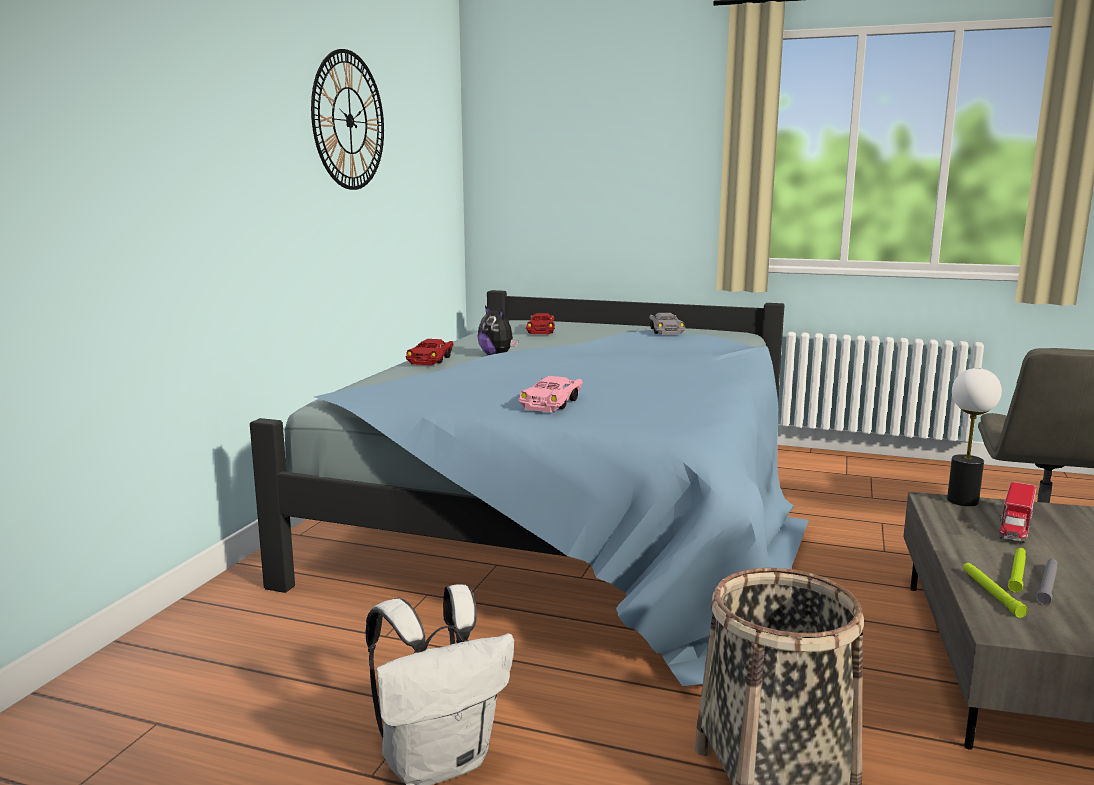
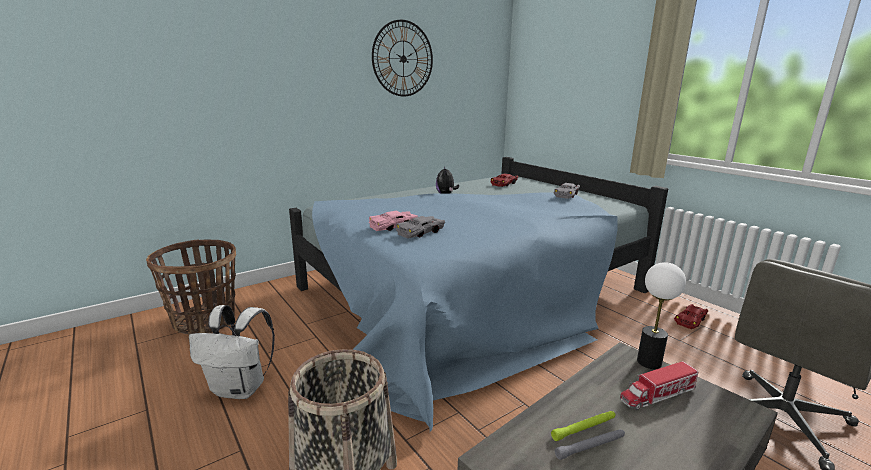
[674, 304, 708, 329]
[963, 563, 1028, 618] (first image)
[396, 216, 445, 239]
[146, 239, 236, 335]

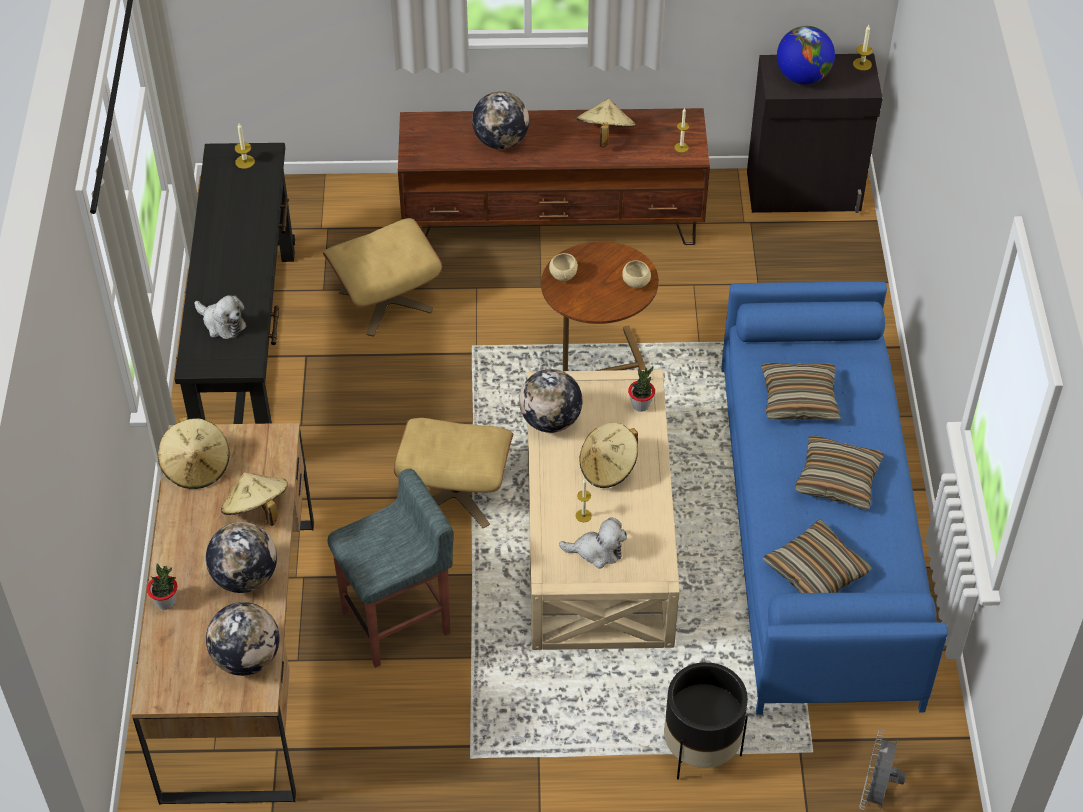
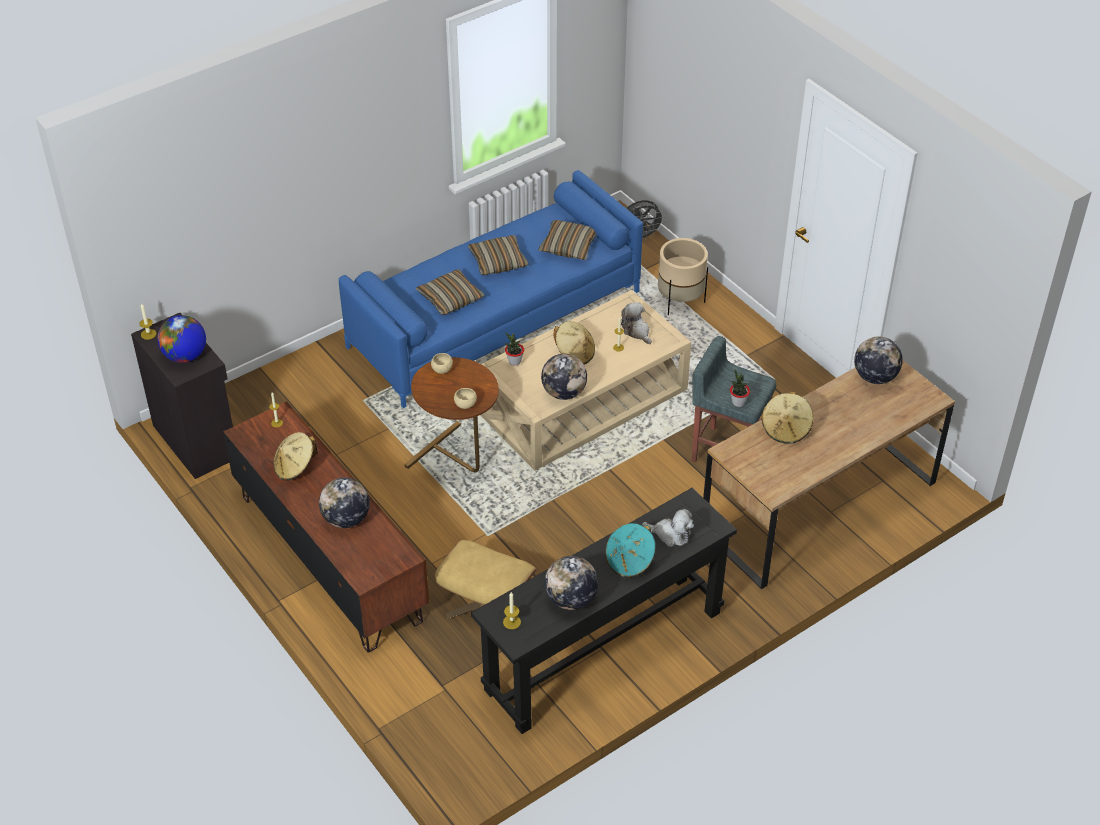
[642, 509, 694, 547]
[158, 417, 230, 489] (first image)
[394, 418, 513, 528] (first image)
[545, 556, 598, 610]
[730, 370, 750, 407]
[658, 238, 708, 315]
[605, 523, 656, 578]

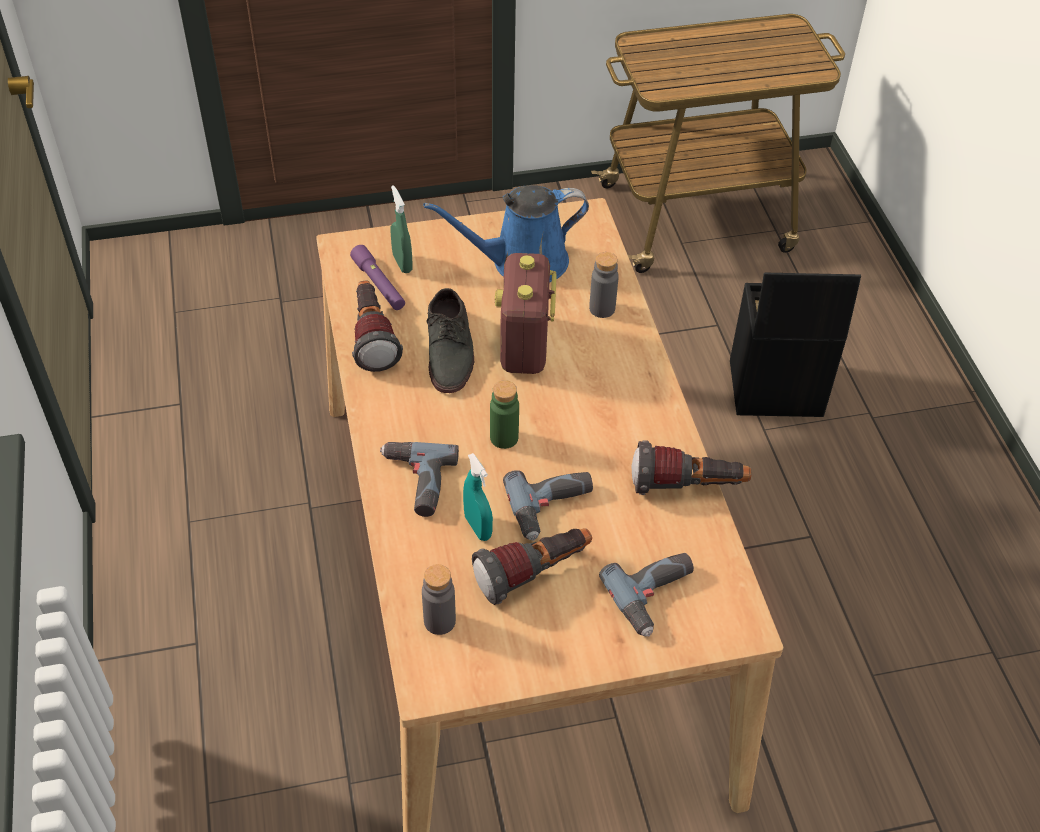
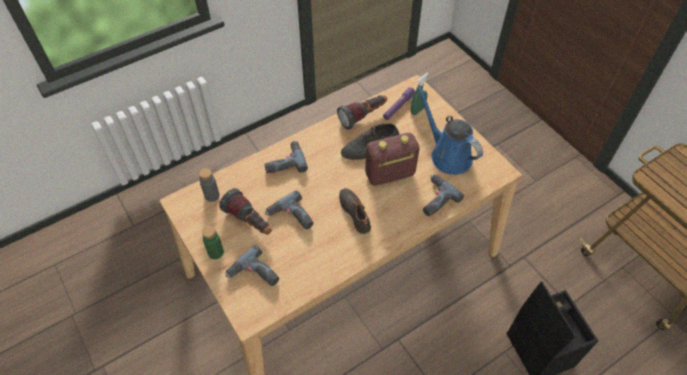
[423, 174, 464, 216]
[202, 226, 224, 259]
[632, 440, 752, 495] (first image)
[463, 453, 493, 541] (first image)
[339, 188, 371, 234]

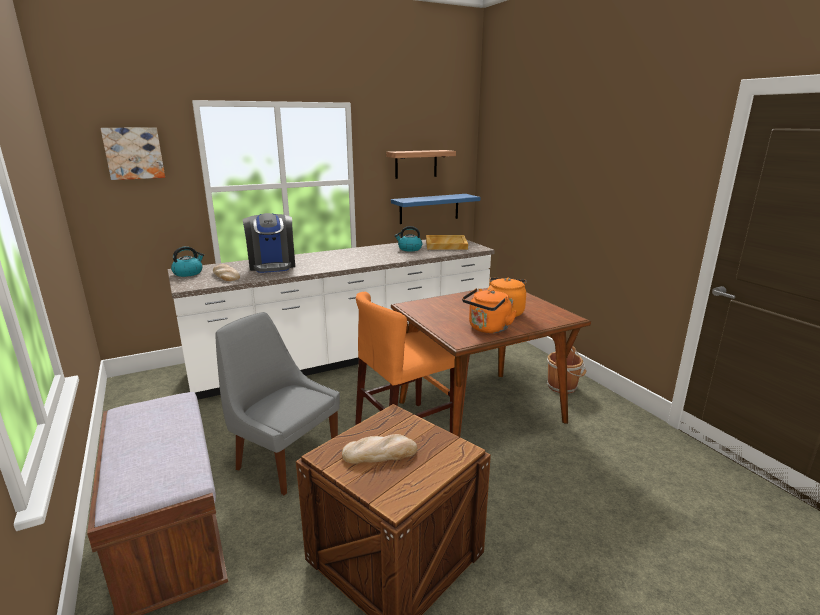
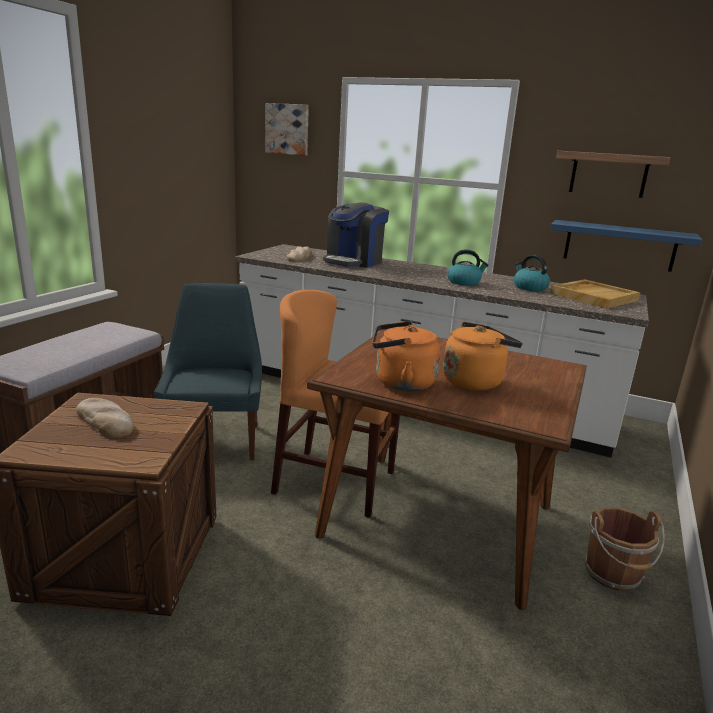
[447, 249, 489, 285]
[154, 283, 262, 460]

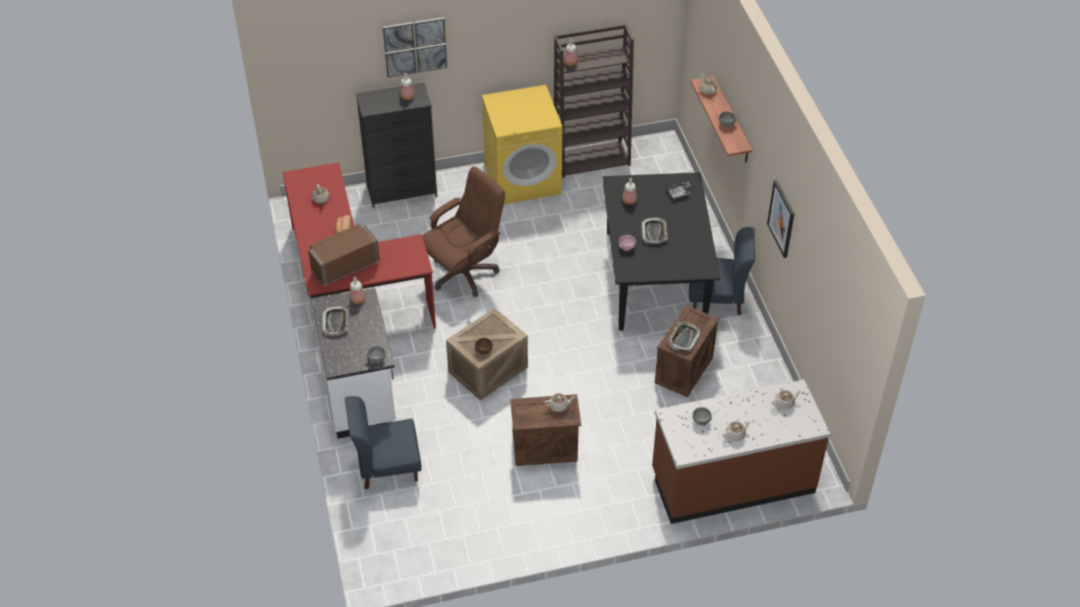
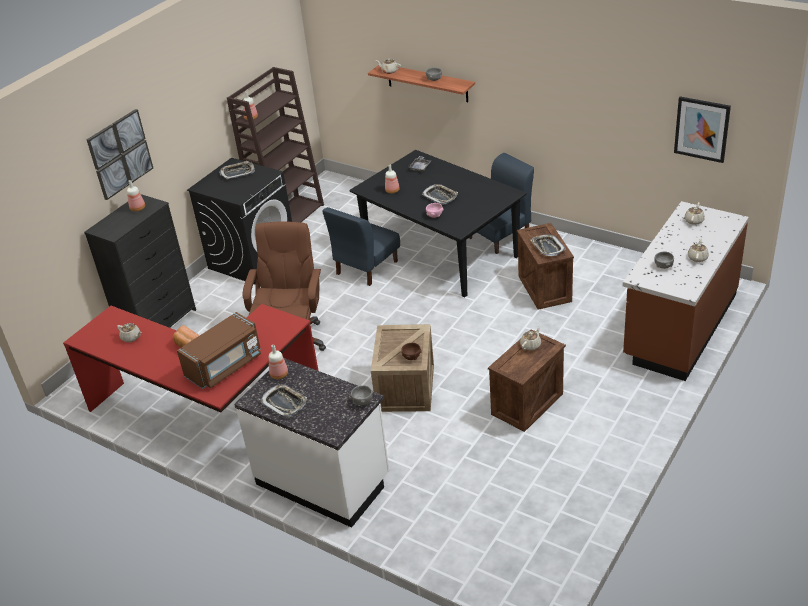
[187, 158, 292, 285]
[674, 97, 731, 163]
[177, 312, 261, 389]
[323, 207, 400, 286]
[219, 161, 255, 179]

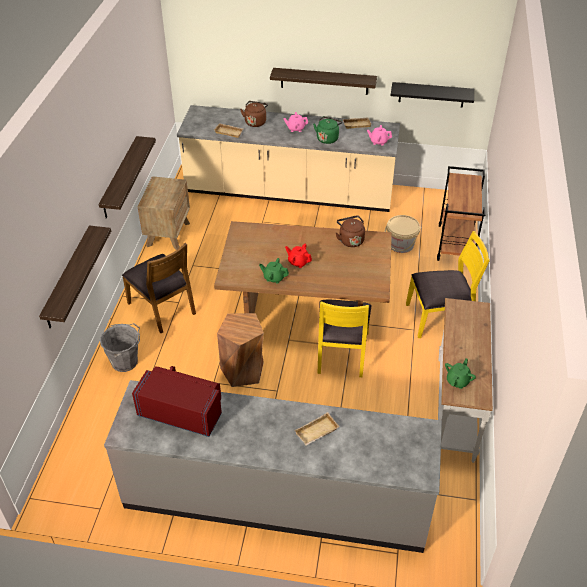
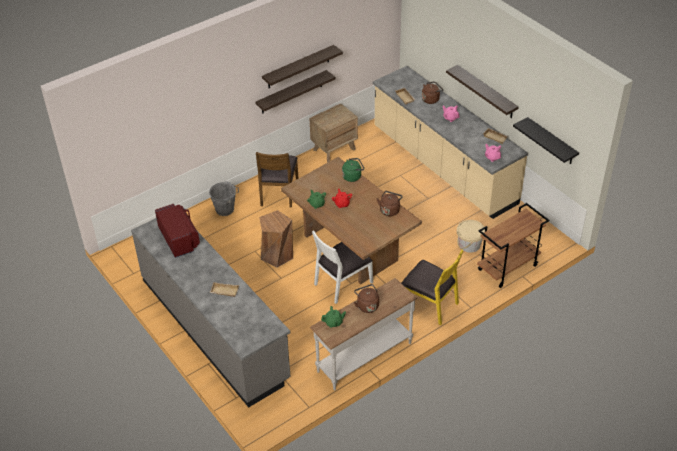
[342, 158, 364, 182]
[262, 45, 343, 88]
[312, 230, 373, 304]
[354, 284, 379, 313]

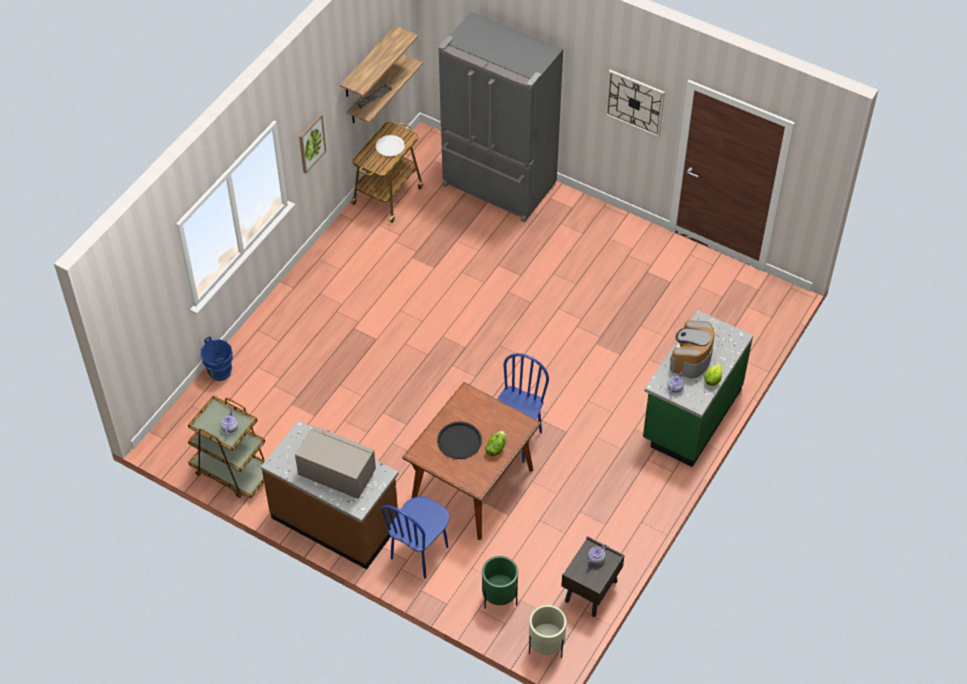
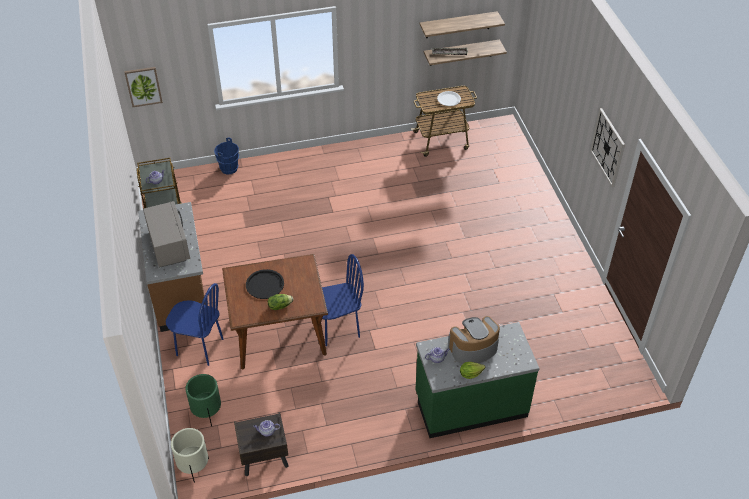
[438, 11, 563, 222] (first image)
[124, 67, 163, 107]
[166, 283, 223, 366]

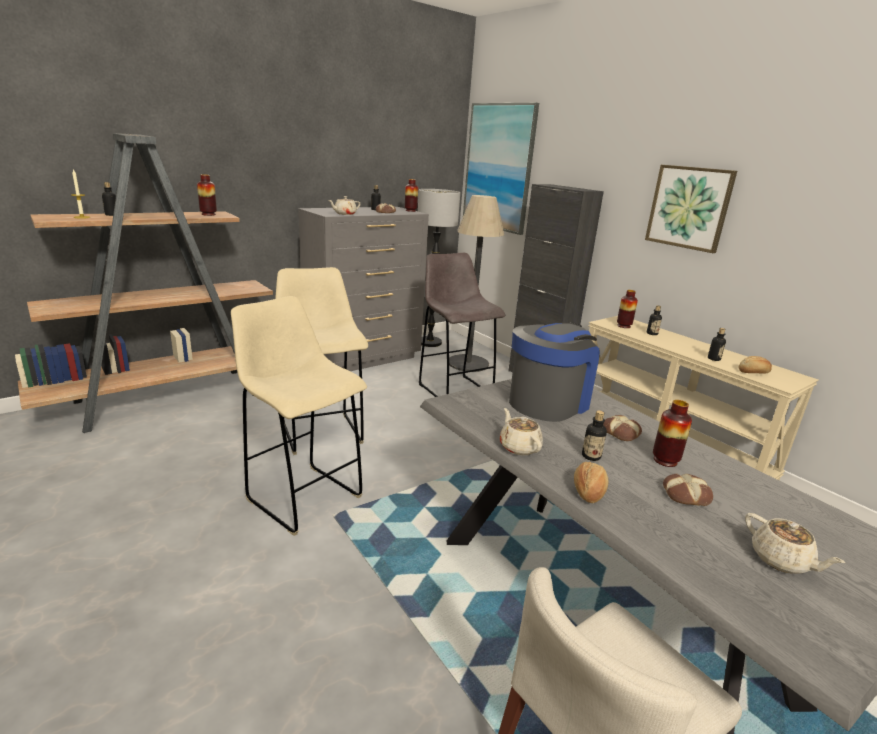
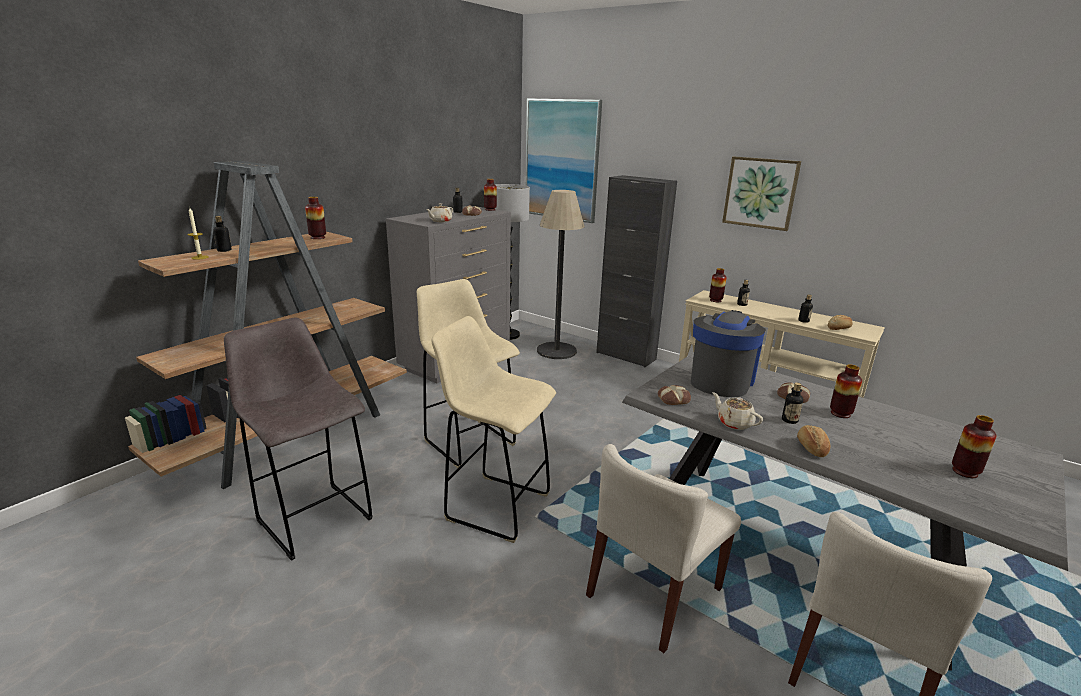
[224, 318, 372, 561]
[658, 385, 691, 405]
[952, 415, 996, 478]
[586, 444, 741, 653]

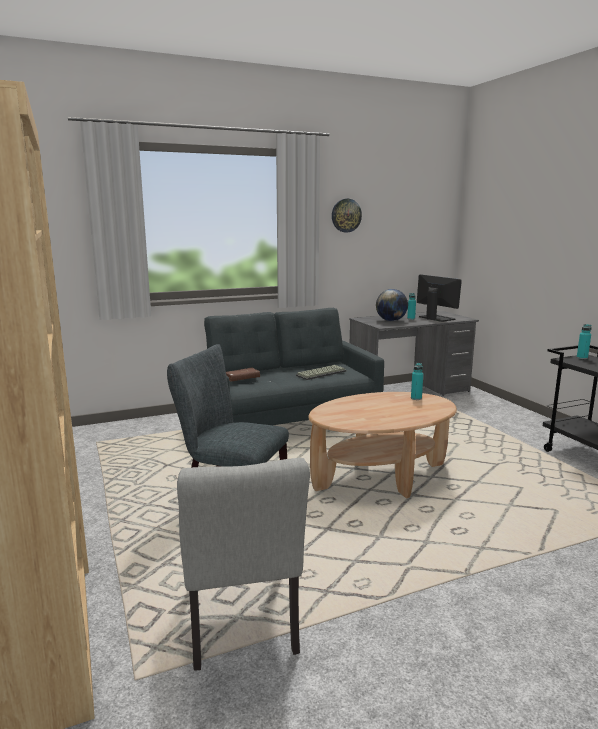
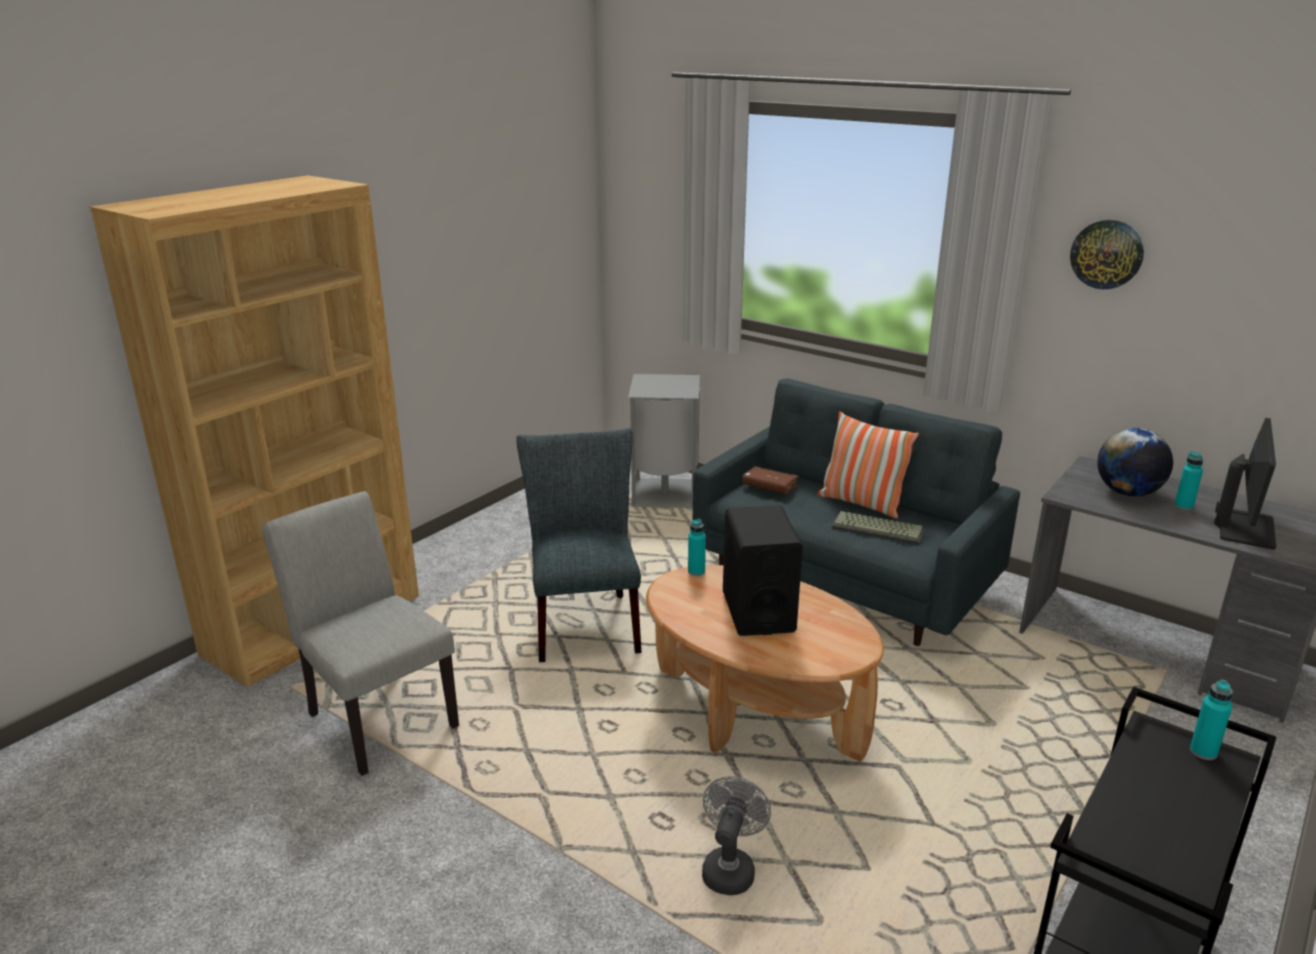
[688, 519, 706, 576]
[262, 491, 459, 776]
[628, 374, 700, 509]
[818, 412, 919, 518]
[723, 505, 803, 636]
[702, 776, 771, 895]

